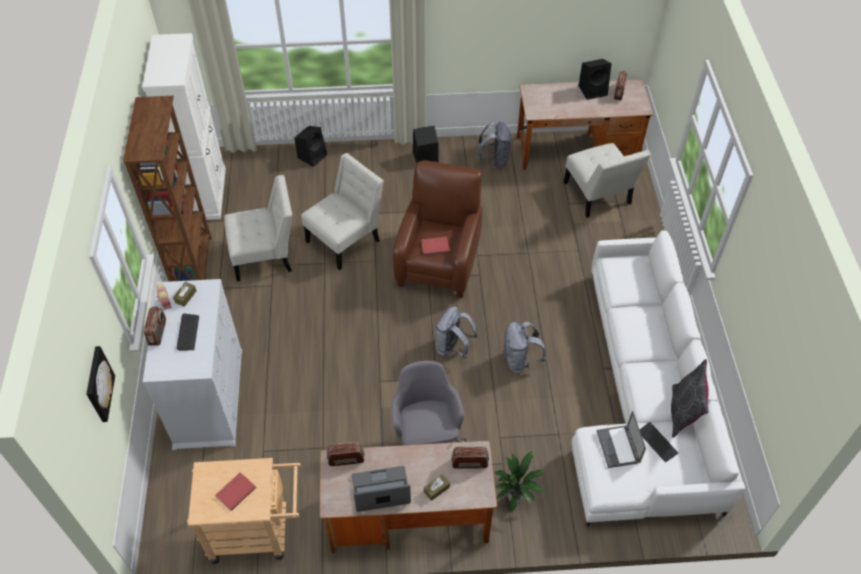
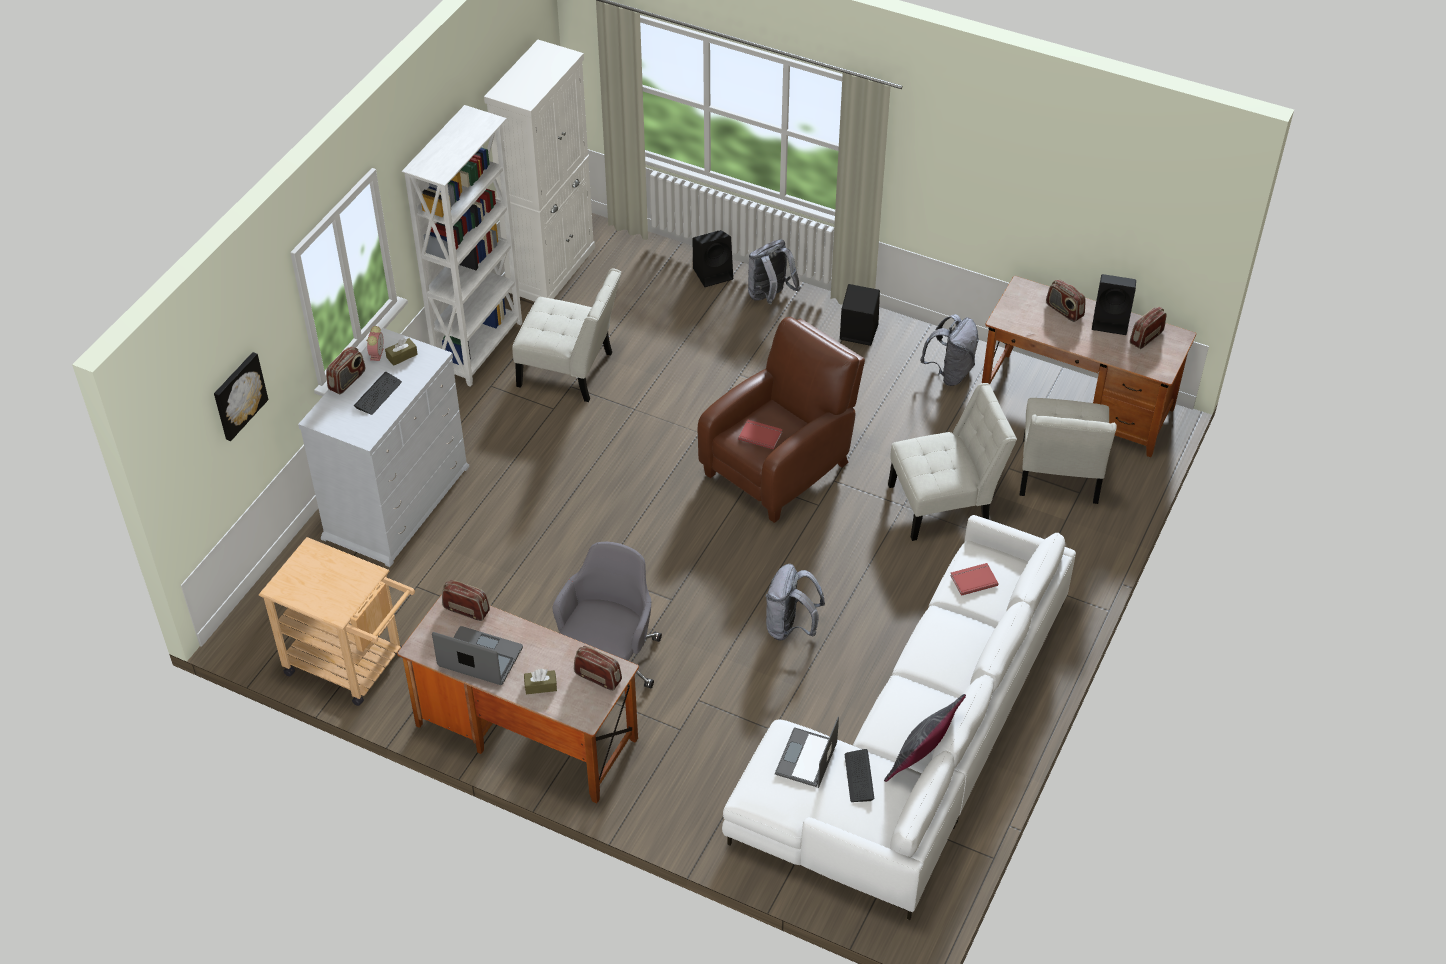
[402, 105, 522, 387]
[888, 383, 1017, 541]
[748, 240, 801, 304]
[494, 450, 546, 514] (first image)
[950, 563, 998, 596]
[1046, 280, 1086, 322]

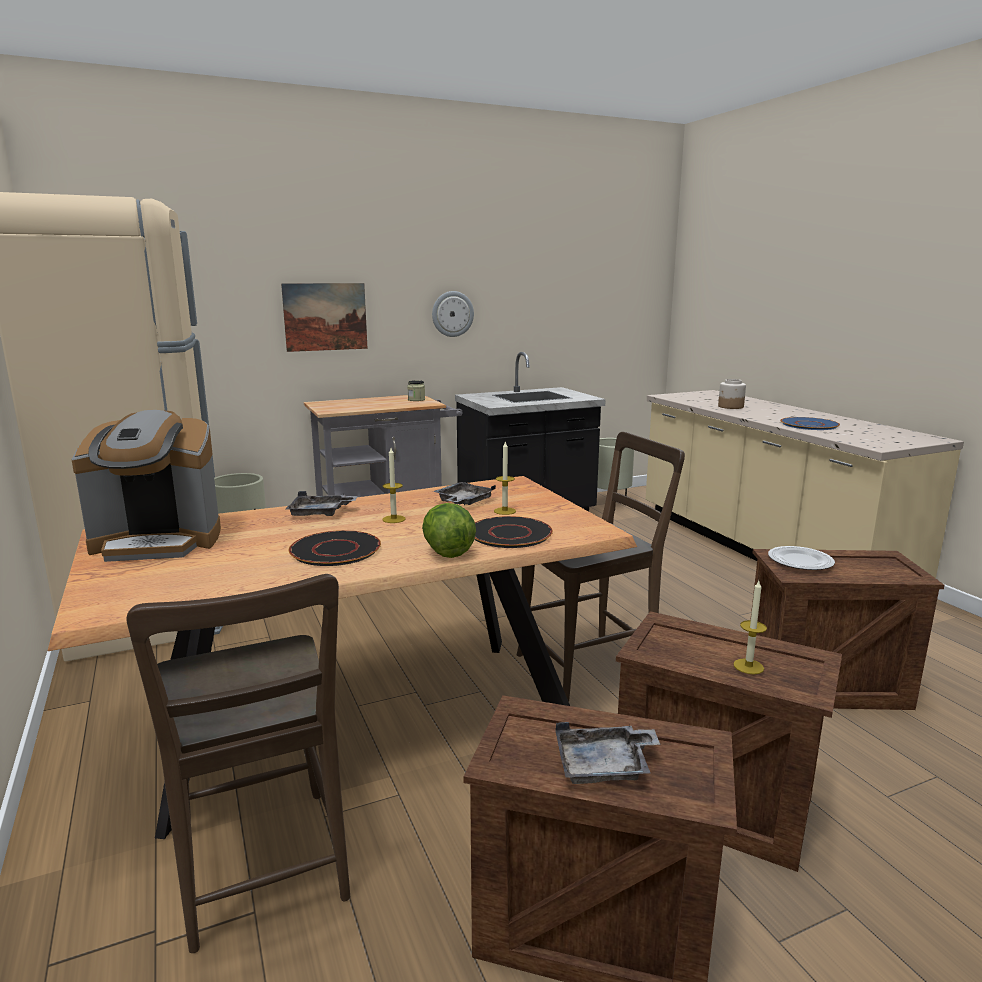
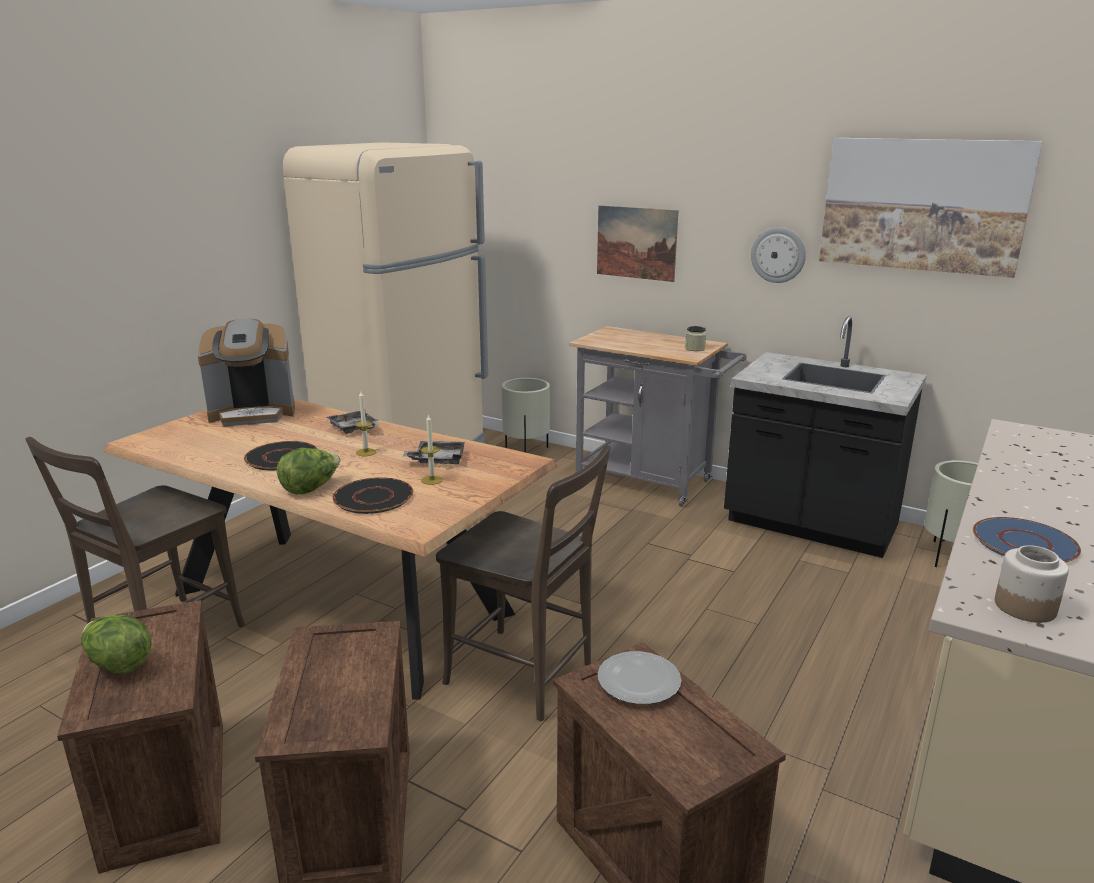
[995, 545, 1069, 623]
[198, 319, 295, 427]
[733, 581, 767, 674] (first image)
[81, 615, 151, 674]
[819, 138, 1043, 278]

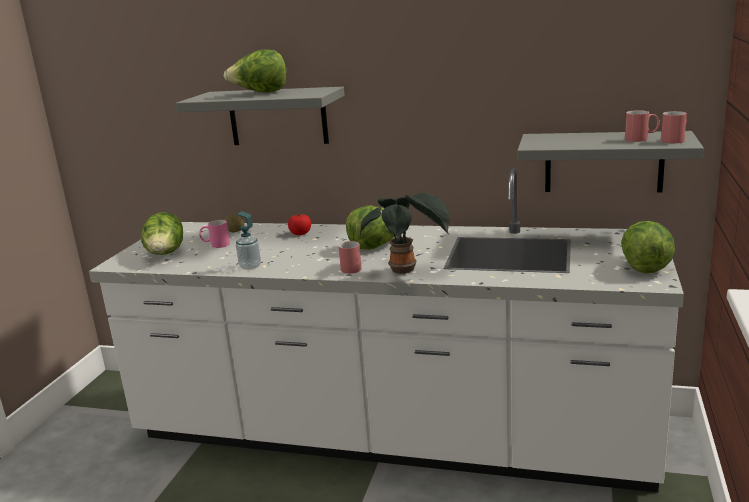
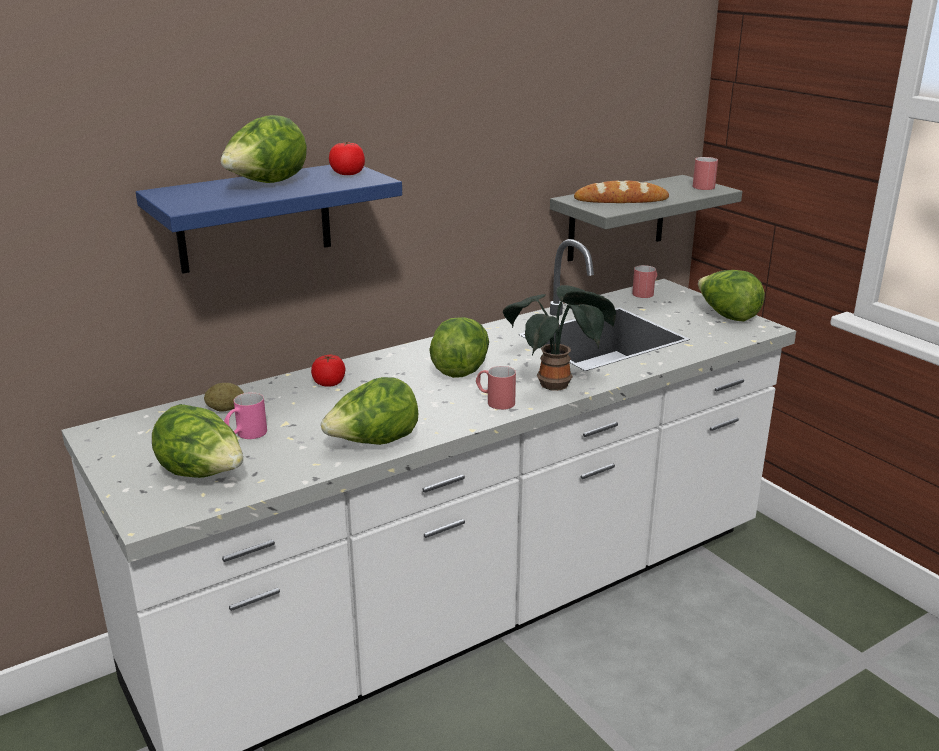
[136, 165, 402, 274]
[632, 265, 657, 298]
[321, 377, 418, 445]
[329, 142, 365, 175]
[574, 180, 669, 203]

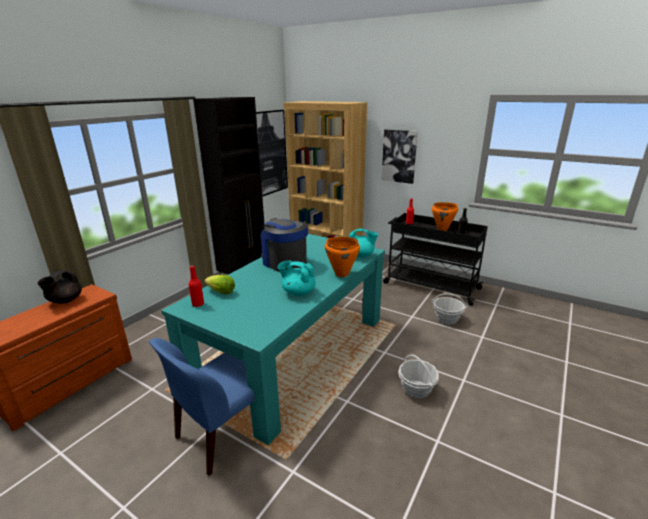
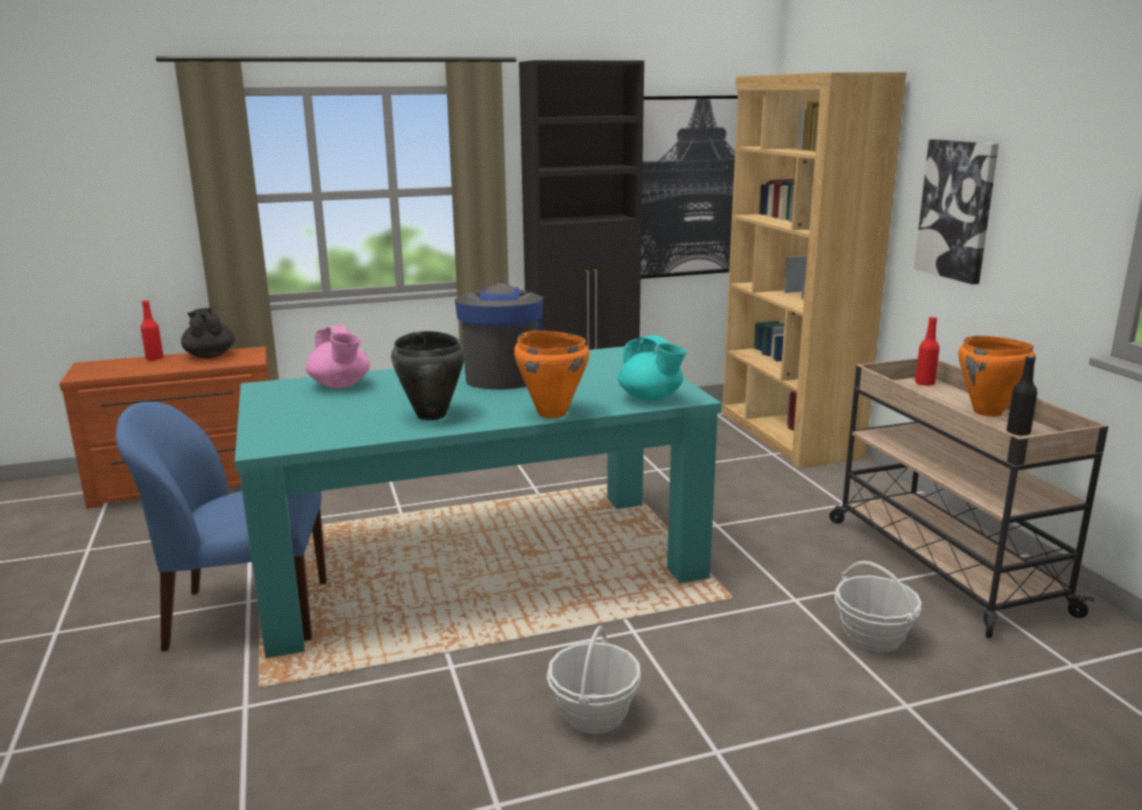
[829, 358, 1108, 638]
[391, 331, 464, 420]
[141, 300, 163, 360]
[181, 308, 235, 358]
[306, 325, 370, 388]

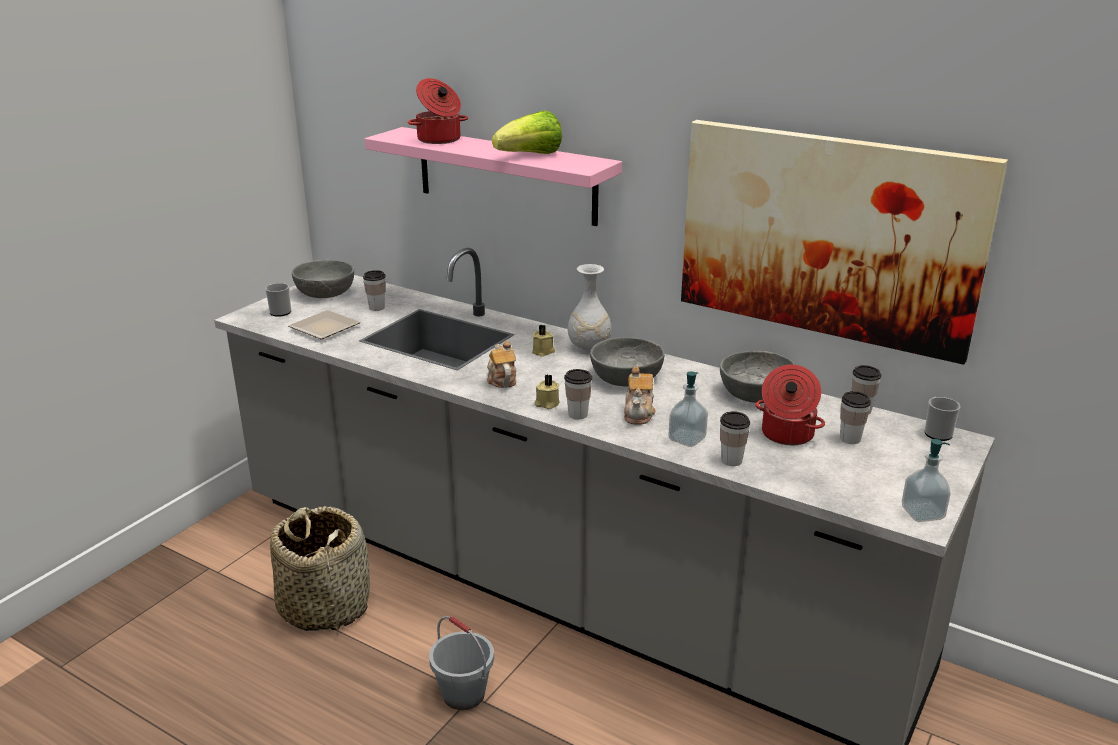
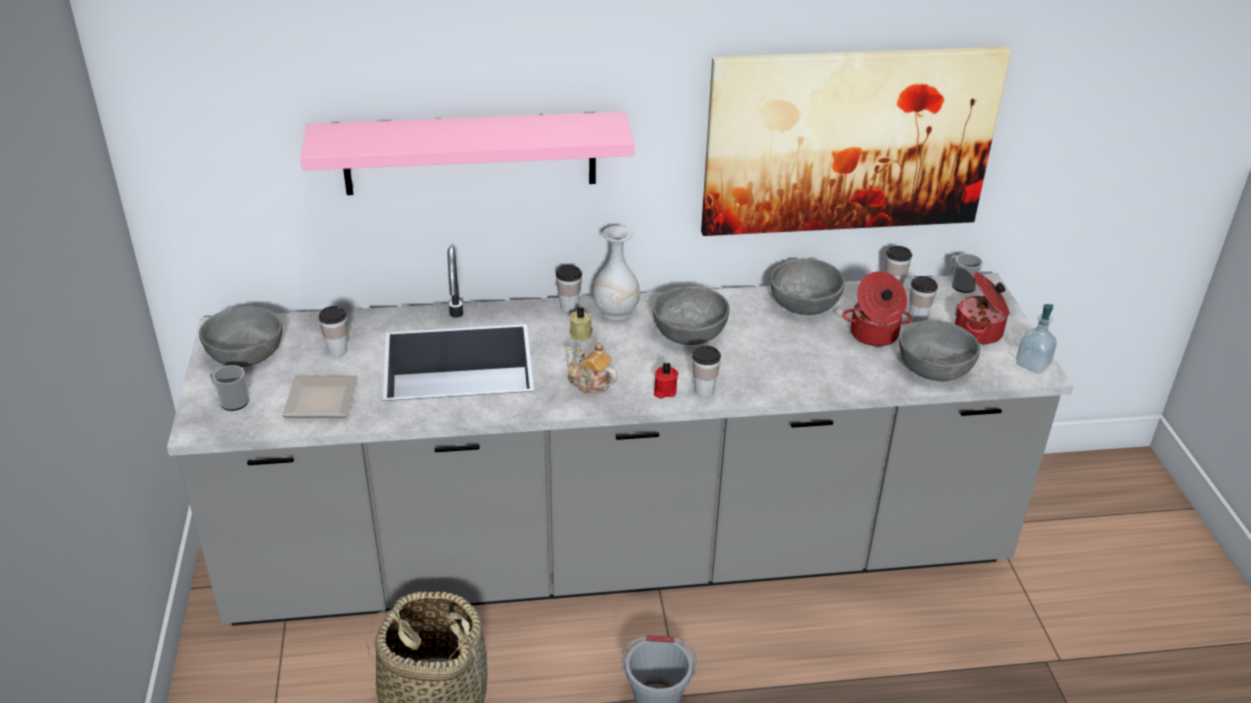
[955, 272, 1010, 344]
[492, 110, 562, 154] (first image)
[624, 367, 655, 425] (first image)
[668, 371, 708, 447] (first image)
[654, 362, 679, 398]
[556, 265, 582, 312]
[899, 320, 980, 382]

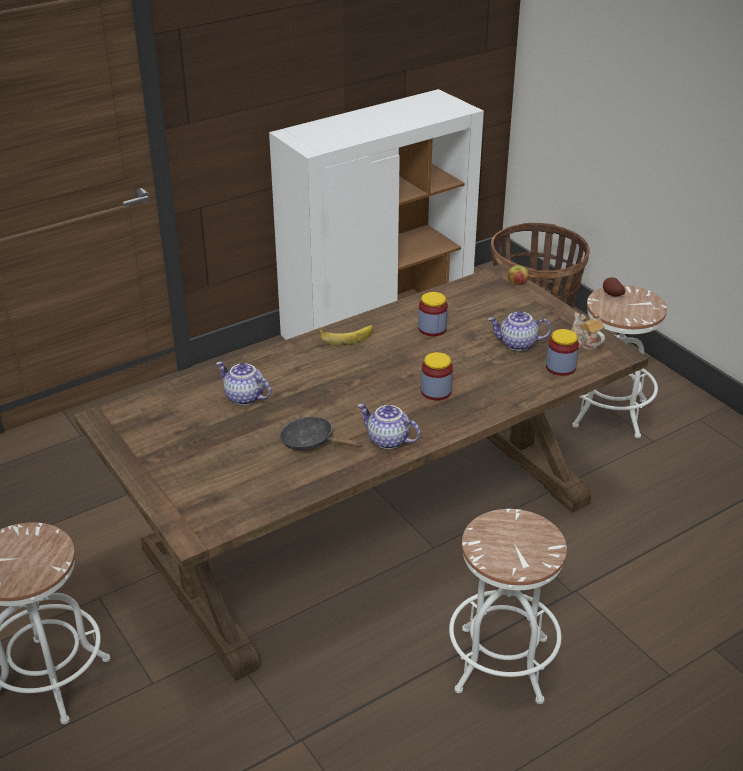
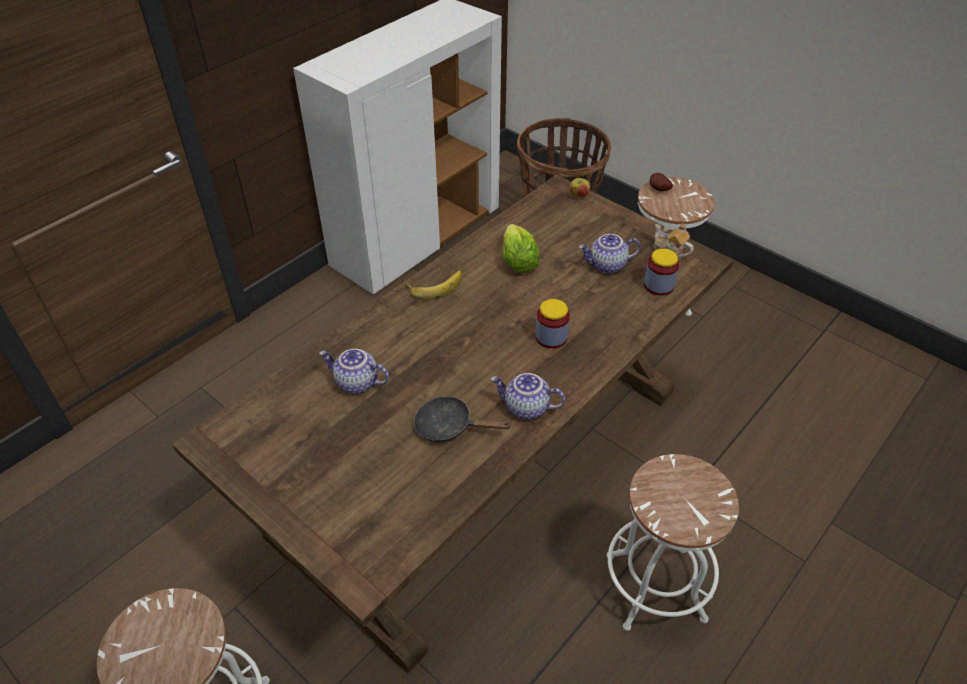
[503, 224, 540, 273]

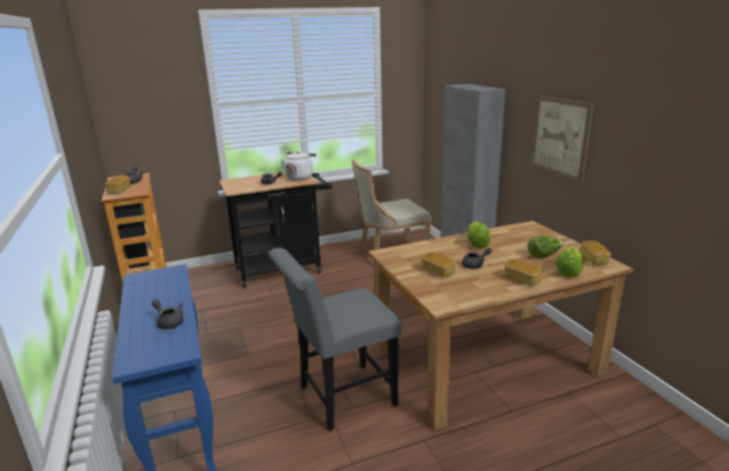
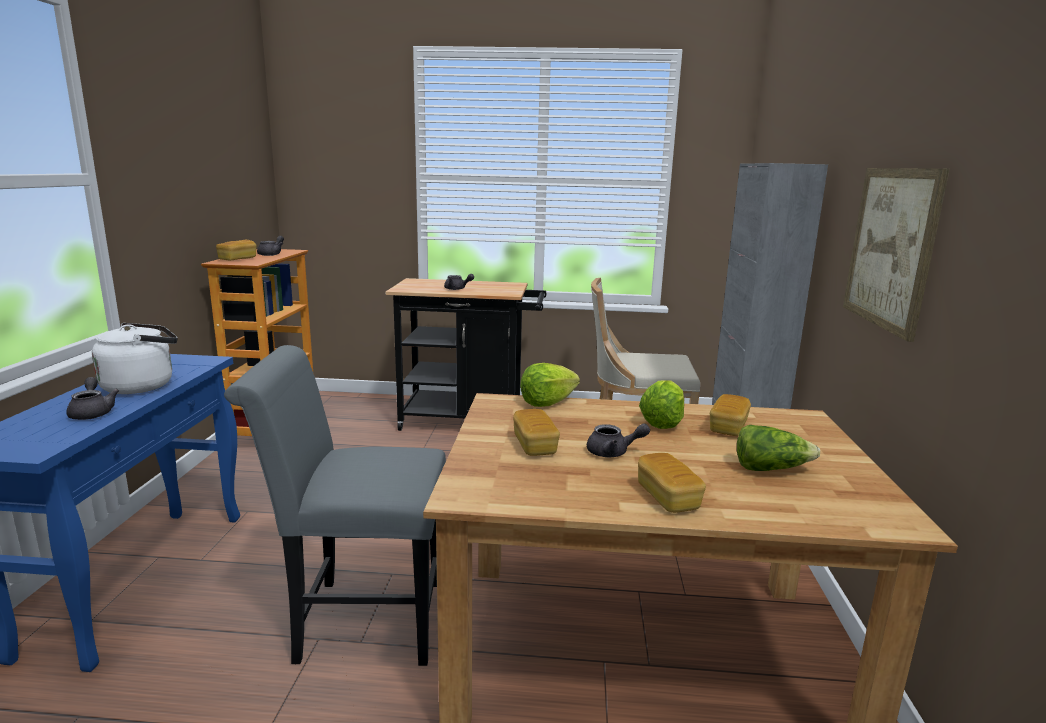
[92, 323, 178, 394]
[710, 394, 751, 436]
[520, 363, 580, 407]

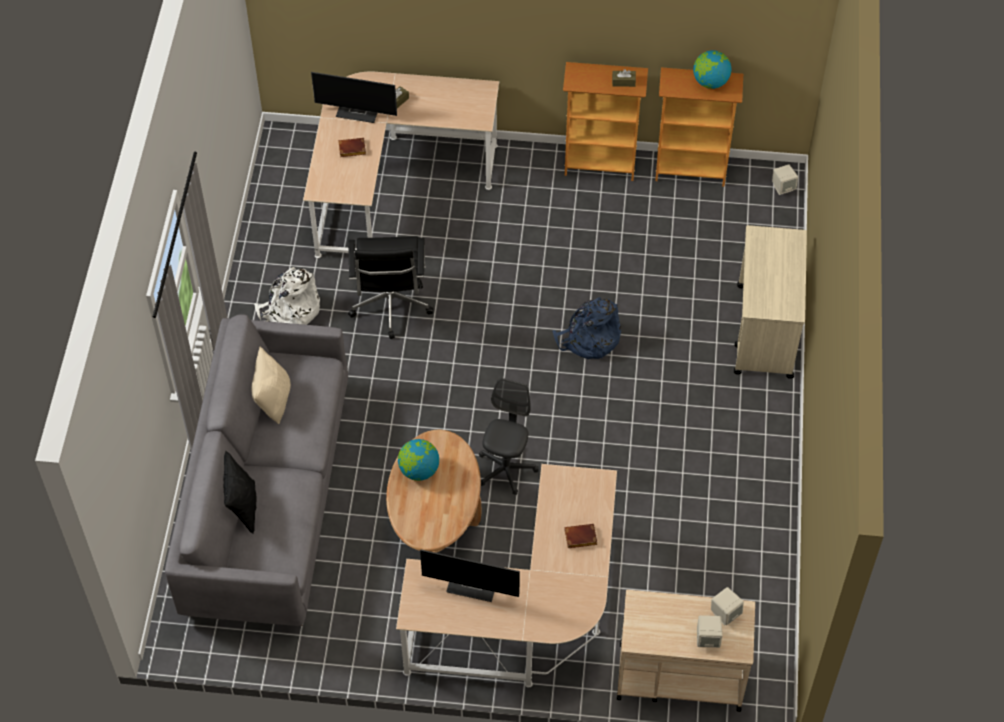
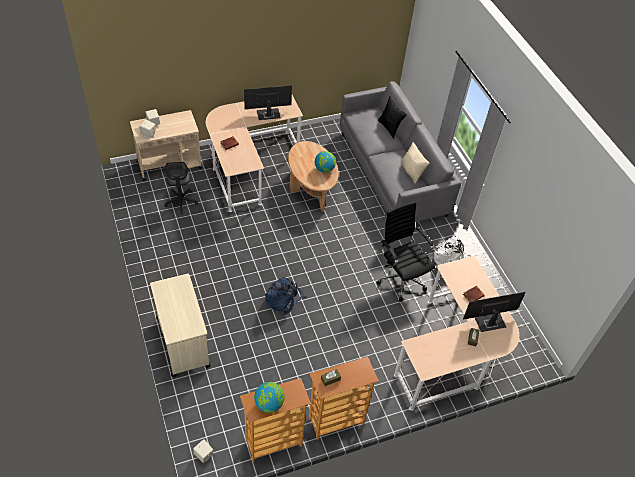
[164, 162, 198, 214]

